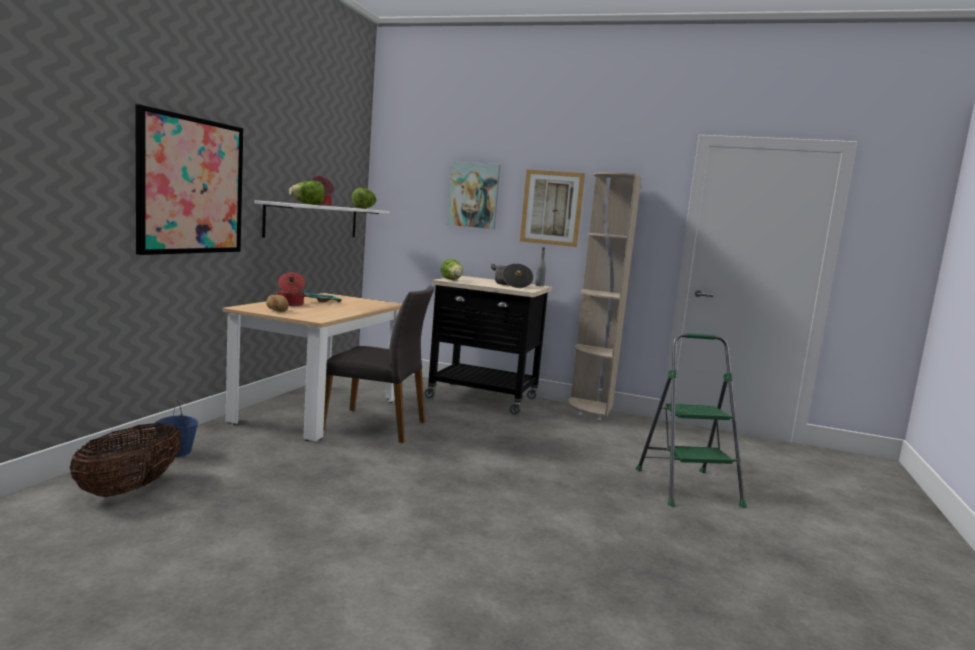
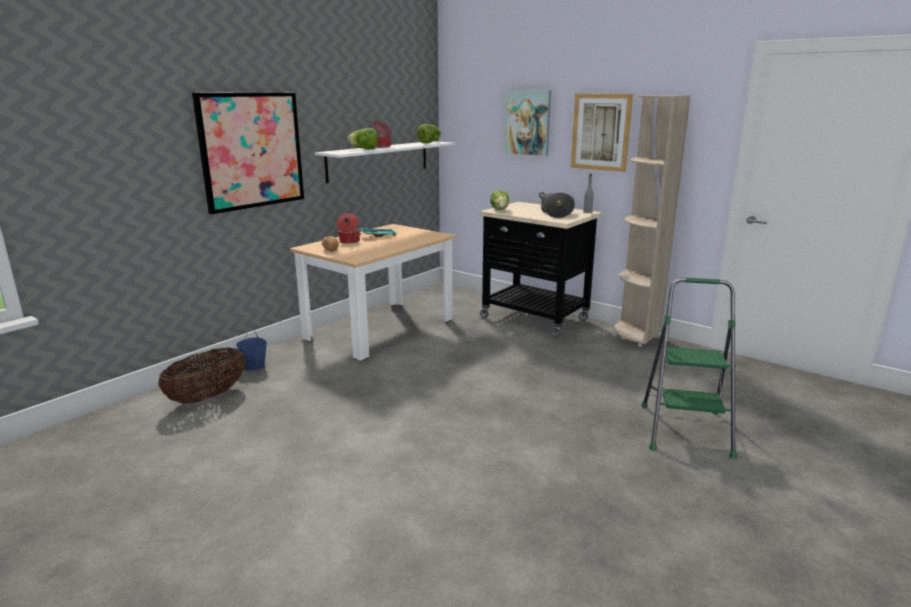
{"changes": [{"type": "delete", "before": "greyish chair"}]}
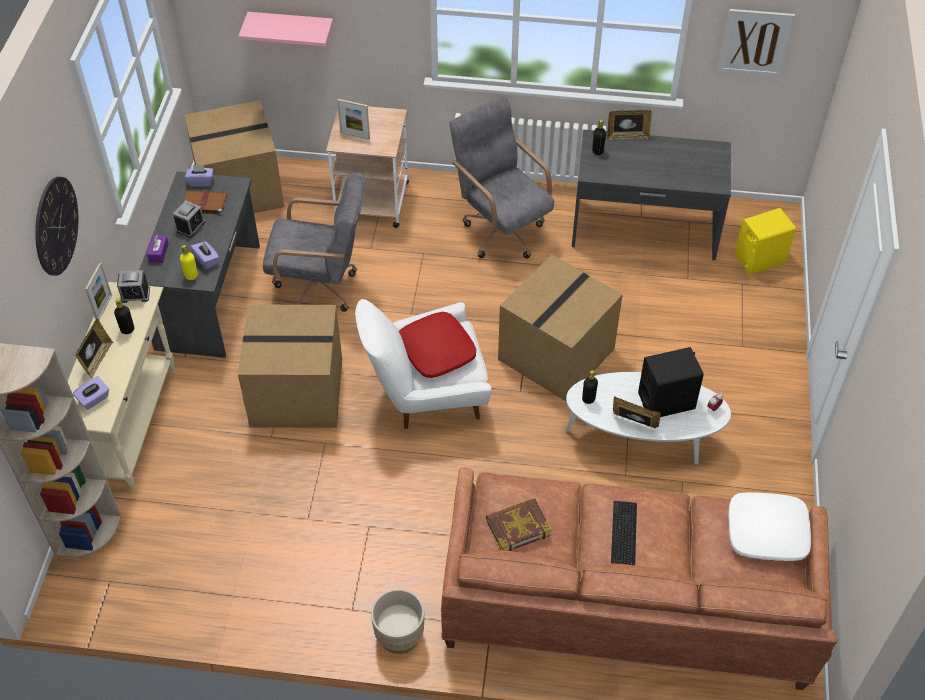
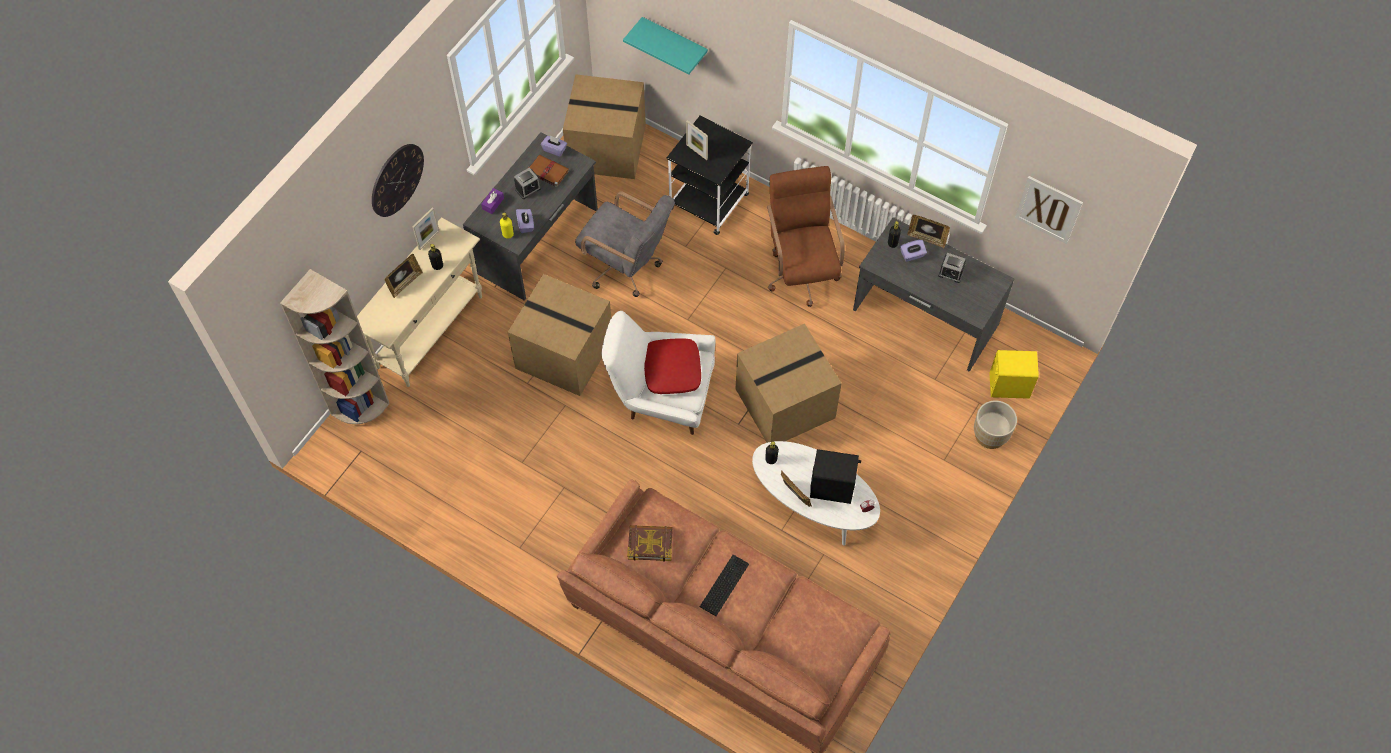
{"changes": [{"type": "recolor", "before": "pinkish wall shelf", "after": "turquoise-coloured wall shelf"}, {"type": "recolor", "before": "greyish office chair (2nd from left)", "after": "brown-coloured office chair"}, {"type": "recolor", "before": "beige-coloured trolley", "after": "black trolley"}, {"type": "move", "before": "table clock (1st from left in the first image)", "after": "table clock (3rd from left)"}, {"type": "move", "before": "purple tissue box (1st from left in the first image)", "after": "purple tissue box (4th from left)"}, {"type": "delete", "before": "whitish throw pillow"}, {"type": "move", "before": "beige-coloured flower pot"}]}
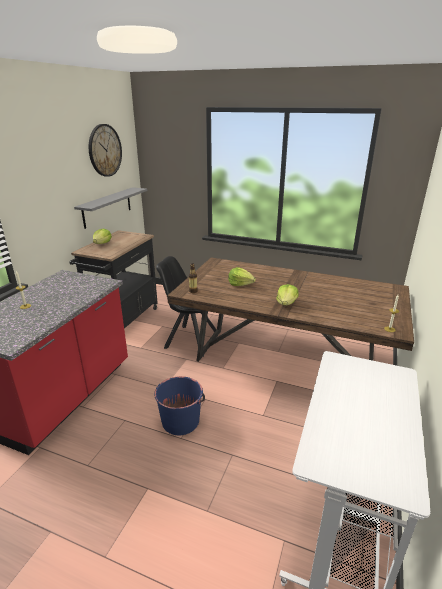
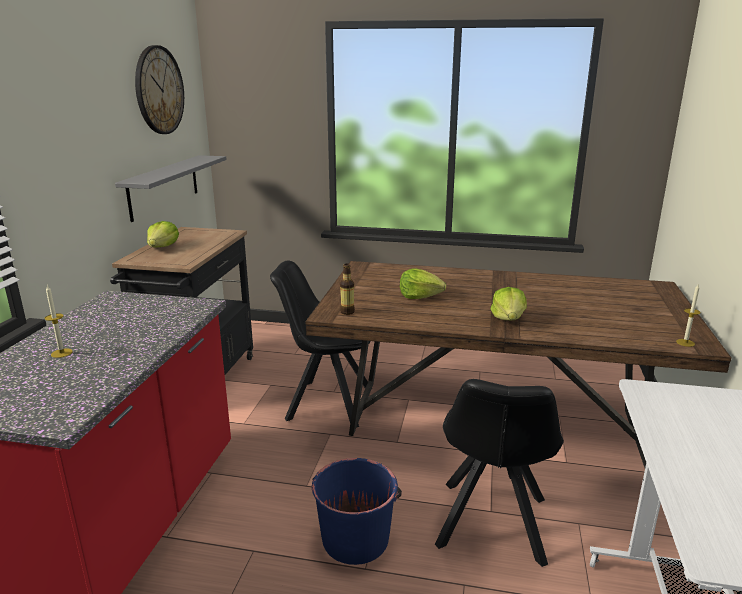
{"changes": [{"type": "insert", "after": "black chair (2nd from left)"}]}
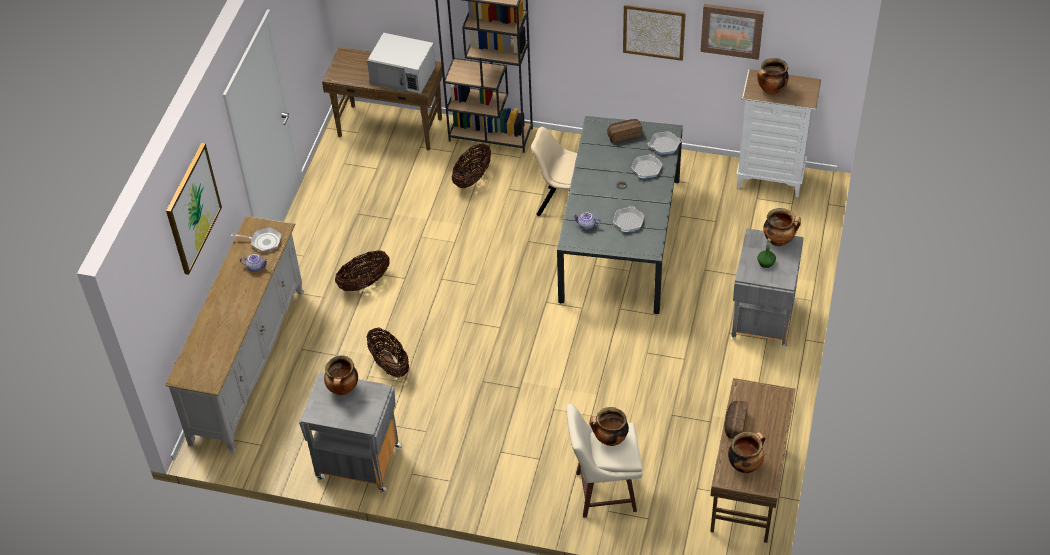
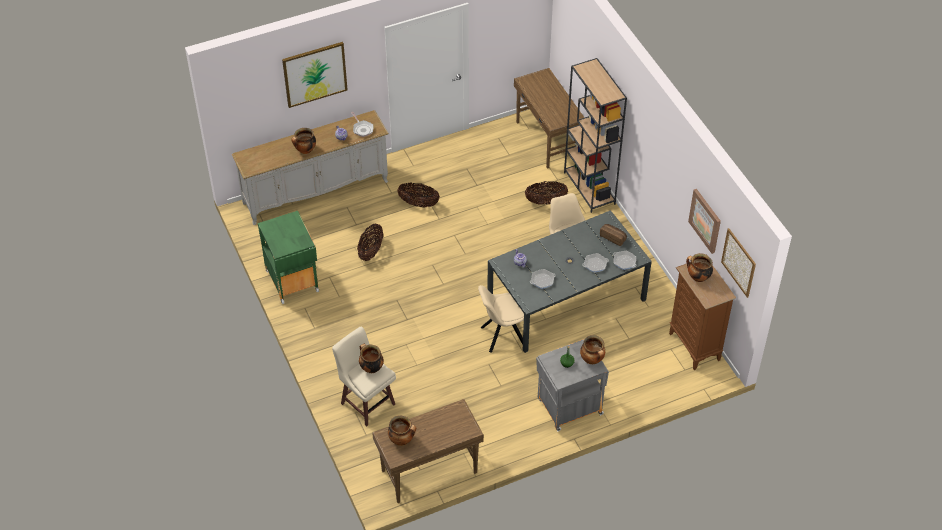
{"changes": [{"type": "move", "before": "wall art (2nd from left in the first image)", "after": "wall art (3rd from left)"}, {"type": "delete", "before": "whitish microwave oven"}, {"type": "recolor", "before": "whitish dresser", "after": "brown-coloured dresser"}, {"type": "move", "before": "cooking pot (1st from left)"}, {"type": "recolor", "before": "greyish trolley (1st from left)", "after": "greenish trolley"}, {"type": "delete", "before": "bakery bread (2nd from left)"}, {"type": "insert", "after": "beige-coloured chair (1st from left)"}]}
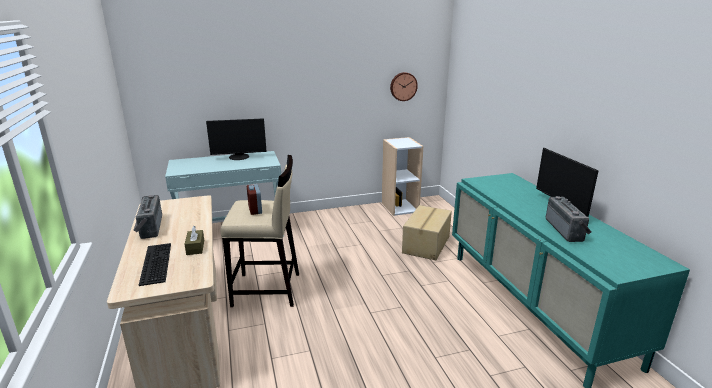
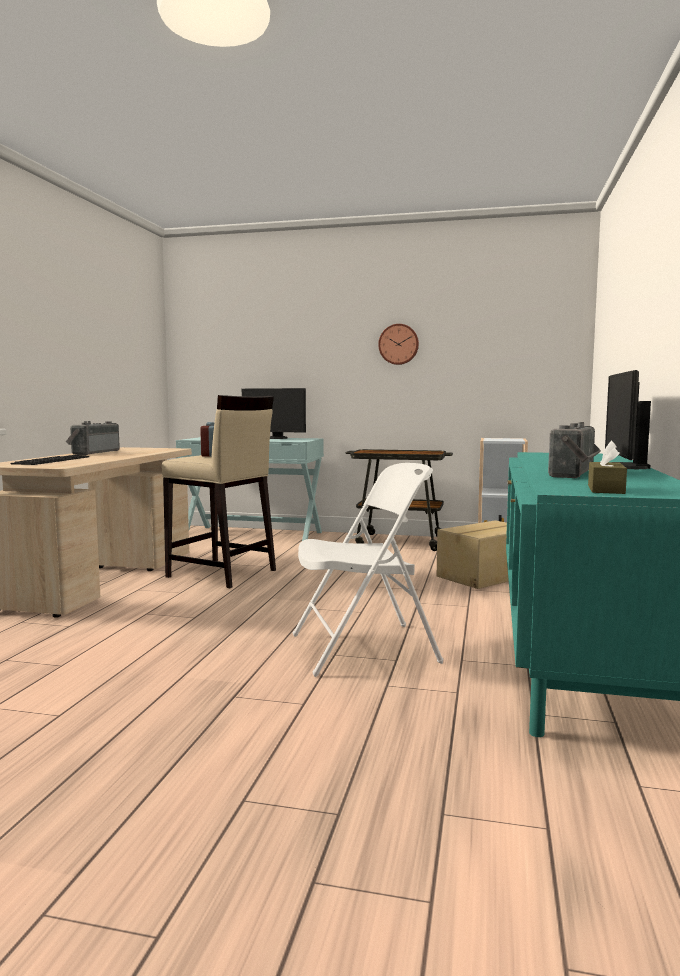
{"changes": [{"type": "move", "before": "wall clock"}, {"type": "move", "before": "brown-coloured tissue box"}, {"type": "insert", "after": "trolley"}, {"type": "insert", "after": "whitish chair"}]}
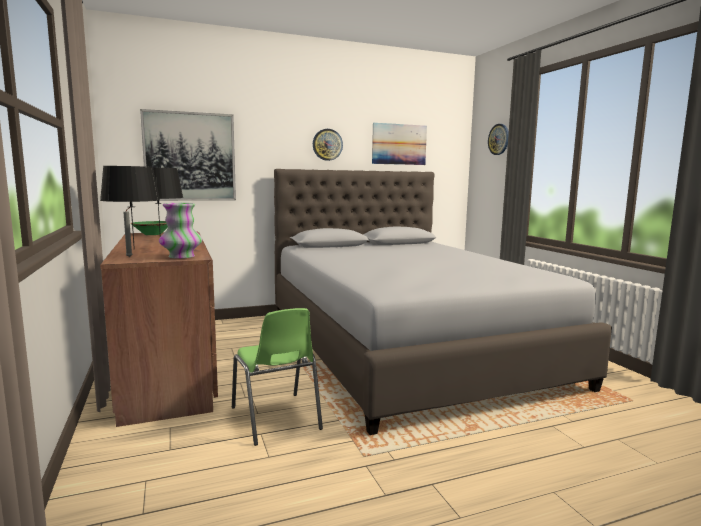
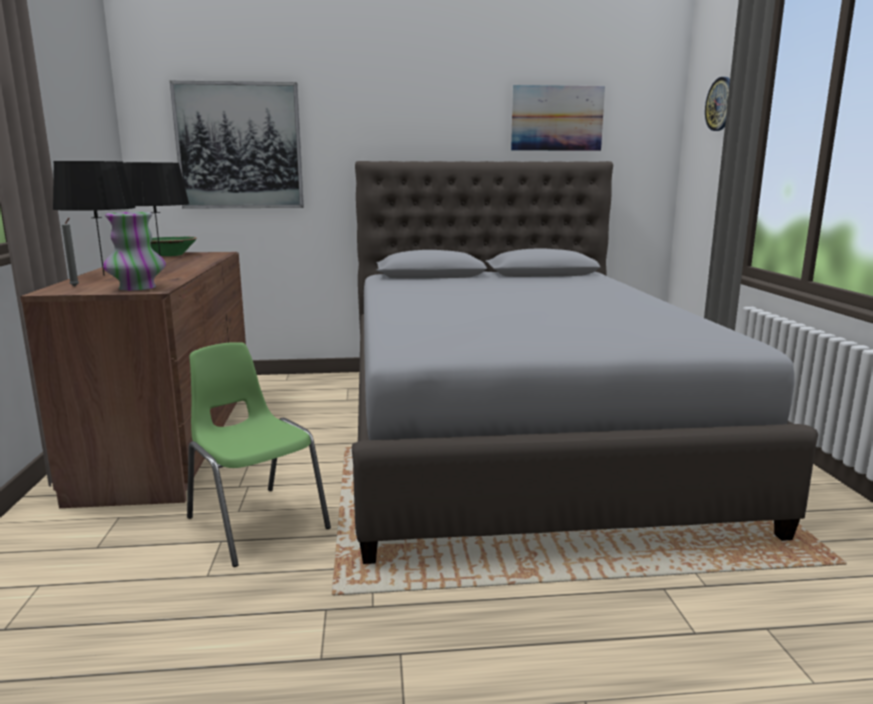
{"changes": [{"type": "delete", "before": "wall clock (1st from left)"}, {"type": "rotate", "before": "greenish chair", "turn": 150}]}
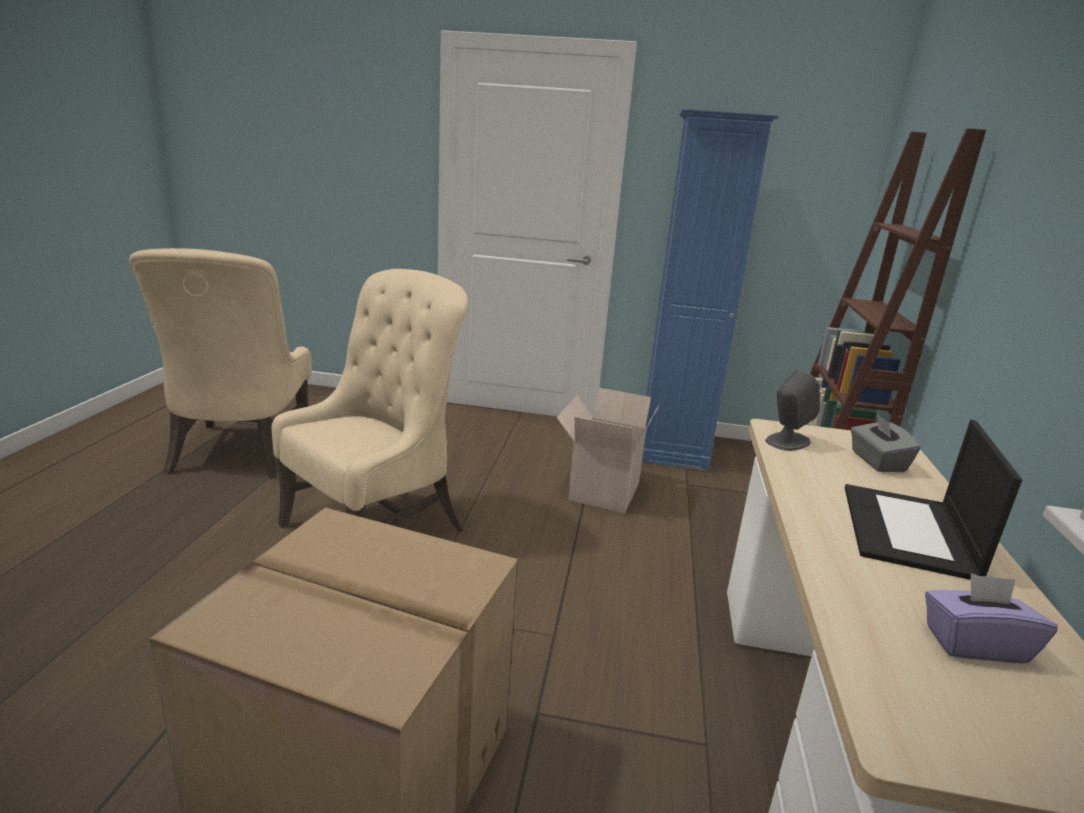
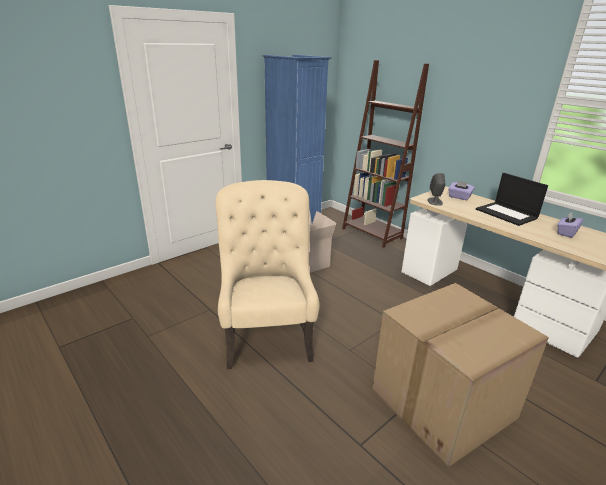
{"changes": [{"type": "delete", "before": "beige-coloured chair (1st from left)"}, {"type": "recolor", "before": "greyish tissue box", "after": "purple tissue box (1st from left)"}]}
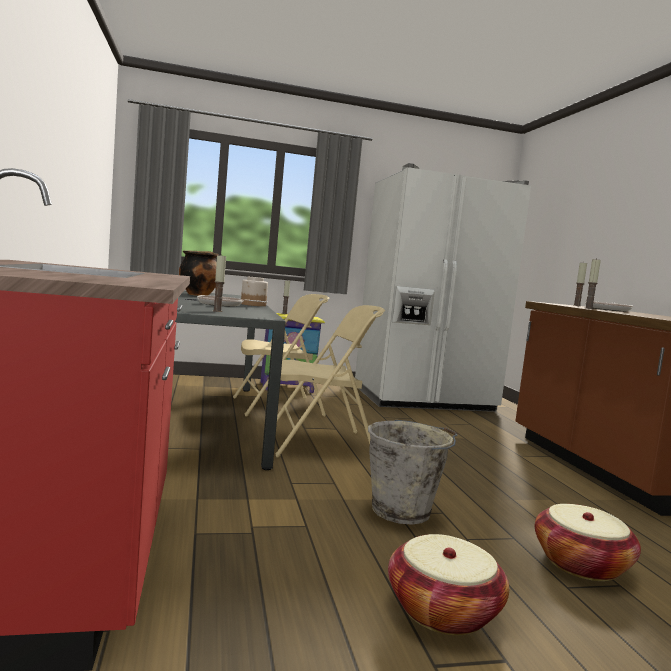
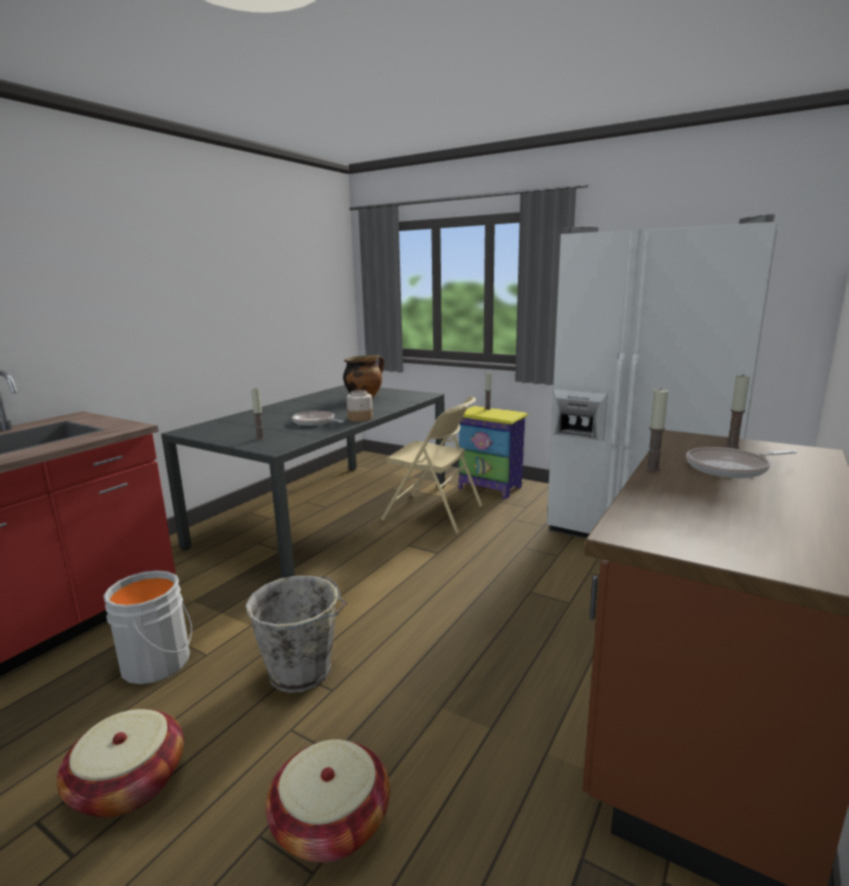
{"changes": [{"type": "delete", "before": "beige-coloured chair (2nd from left)"}, {"type": "insert", "after": "greyish bucket (1st from left)"}]}
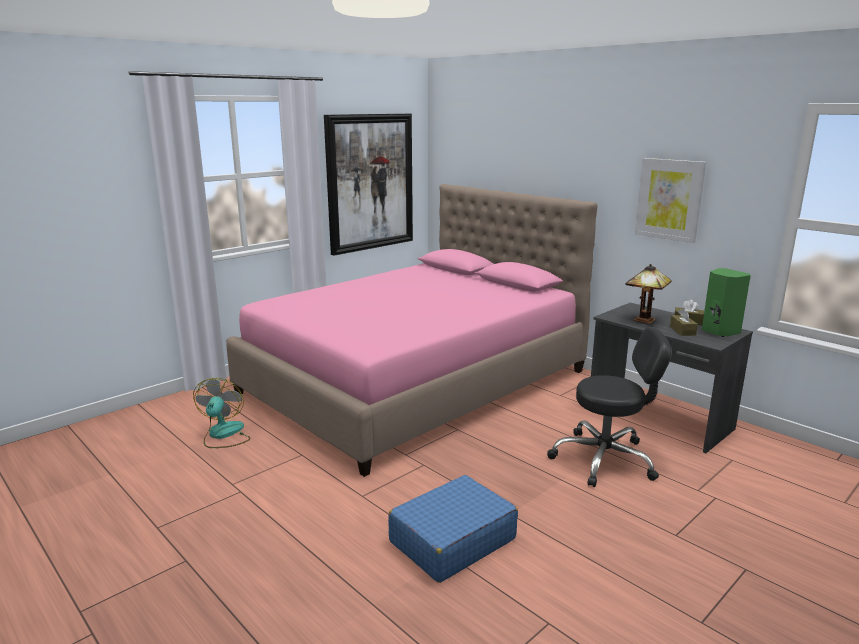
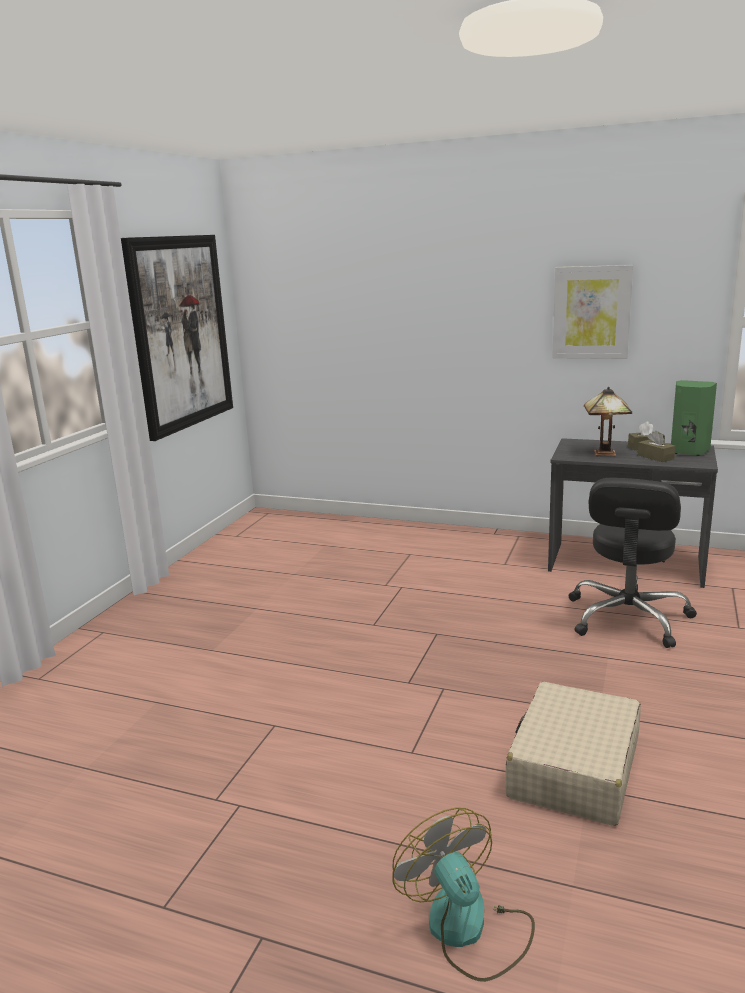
{"changes": [{"type": "delete", "before": "pinkish bedroom bed"}, {"type": "rotate", "before": "black office chair", "turn": 135}, {"type": "move", "before": "cooling fan"}, {"type": "recolor", "before": "blue suitcase", "after": "beige-coloured suitcase"}]}
